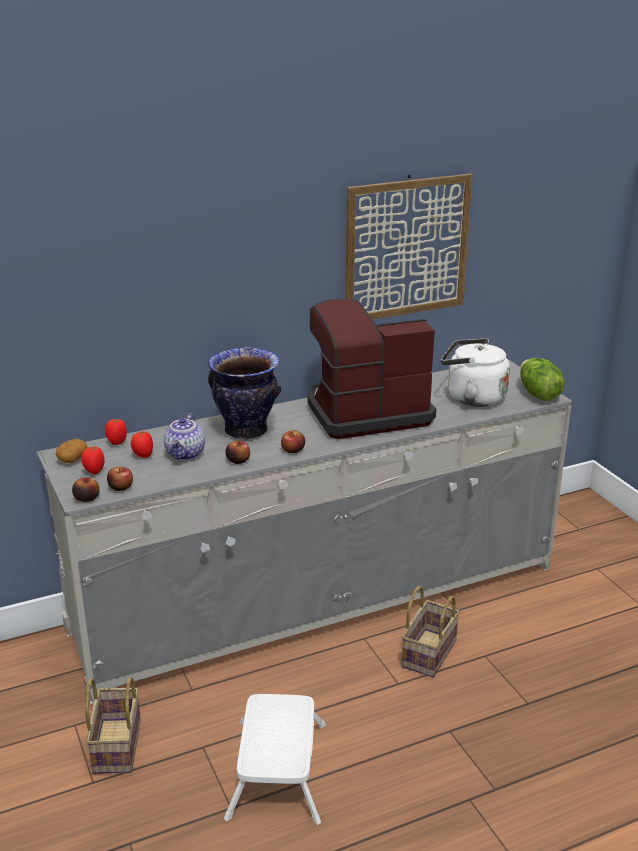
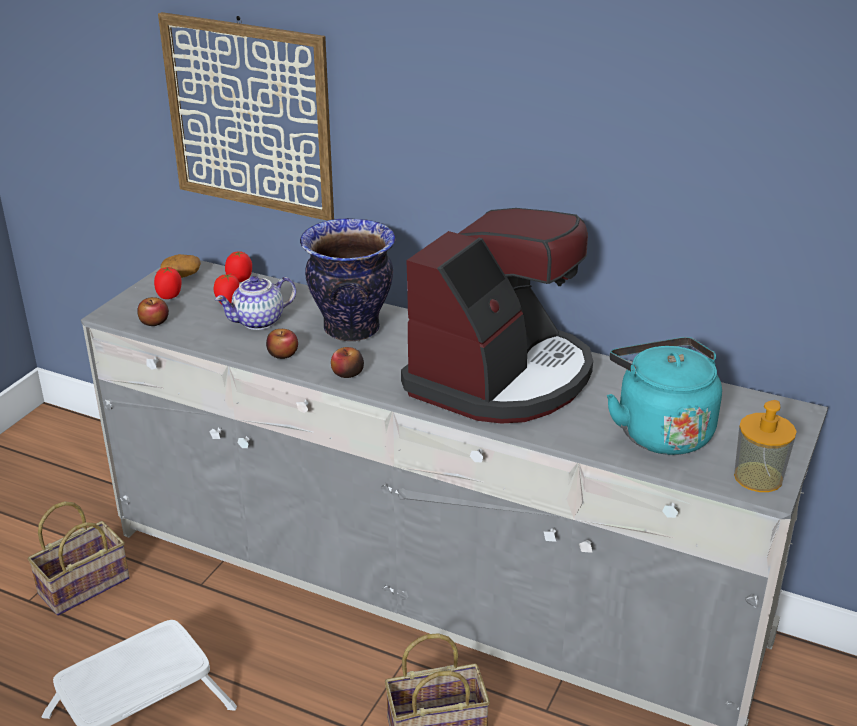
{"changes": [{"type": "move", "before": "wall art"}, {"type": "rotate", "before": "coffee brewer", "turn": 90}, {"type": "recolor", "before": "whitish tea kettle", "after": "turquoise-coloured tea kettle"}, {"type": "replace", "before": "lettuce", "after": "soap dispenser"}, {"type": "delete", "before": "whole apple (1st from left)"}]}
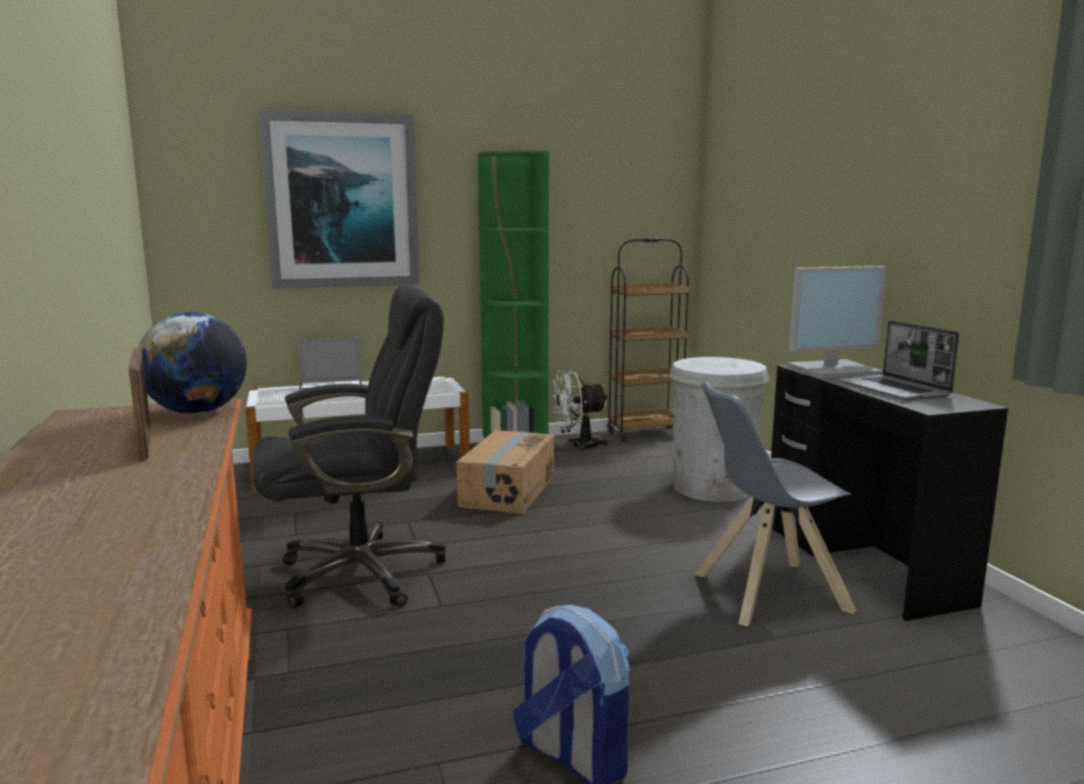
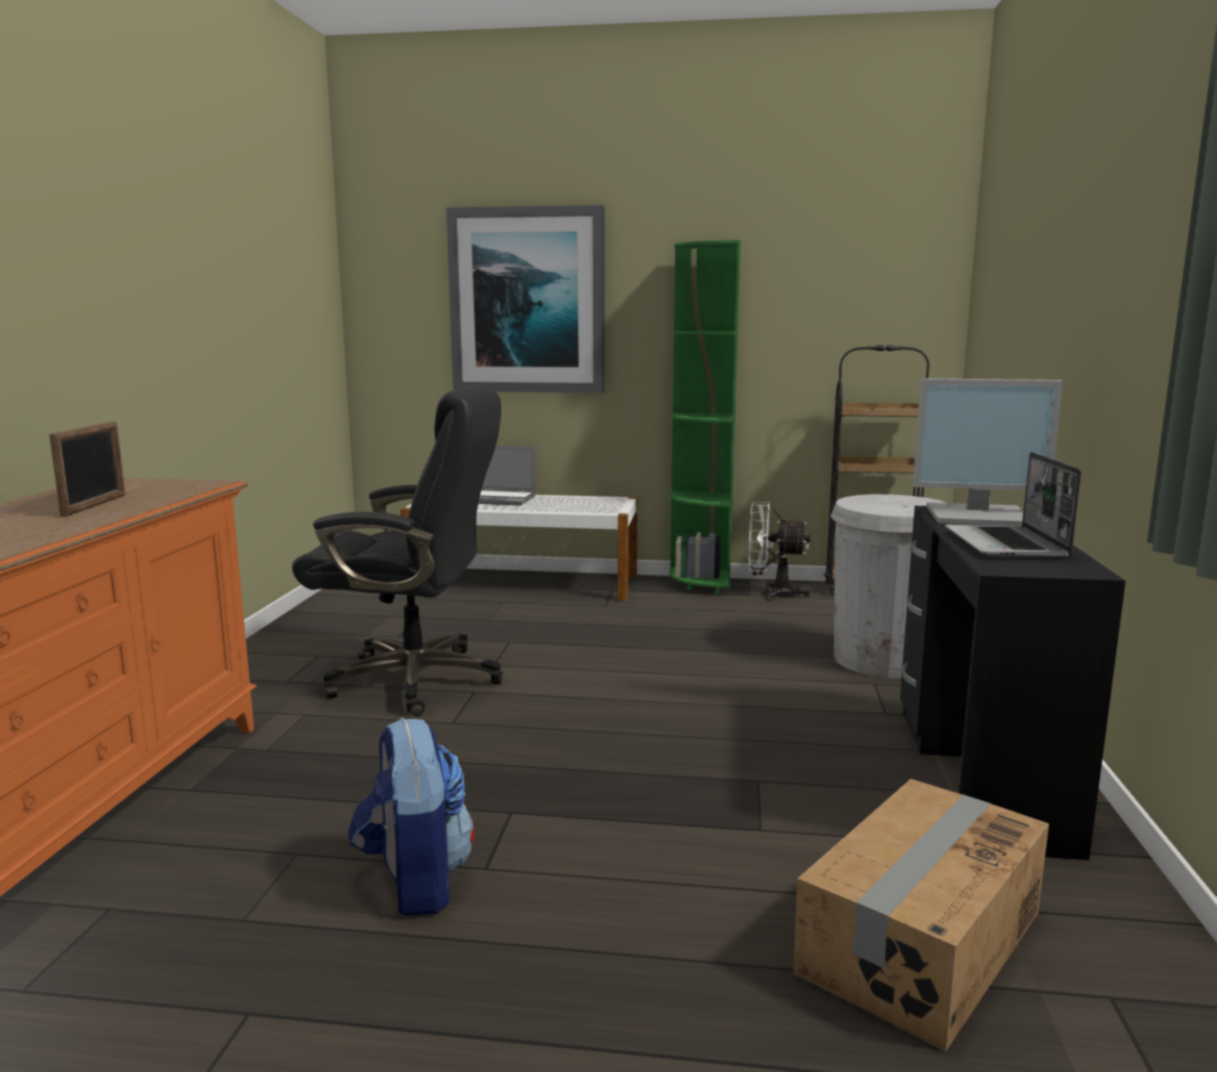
{"changes": [{"type": "delete", "before": "world globe"}, {"type": "delete", "before": "greyish chair"}, {"type": "move", "before": "packing box"}]}
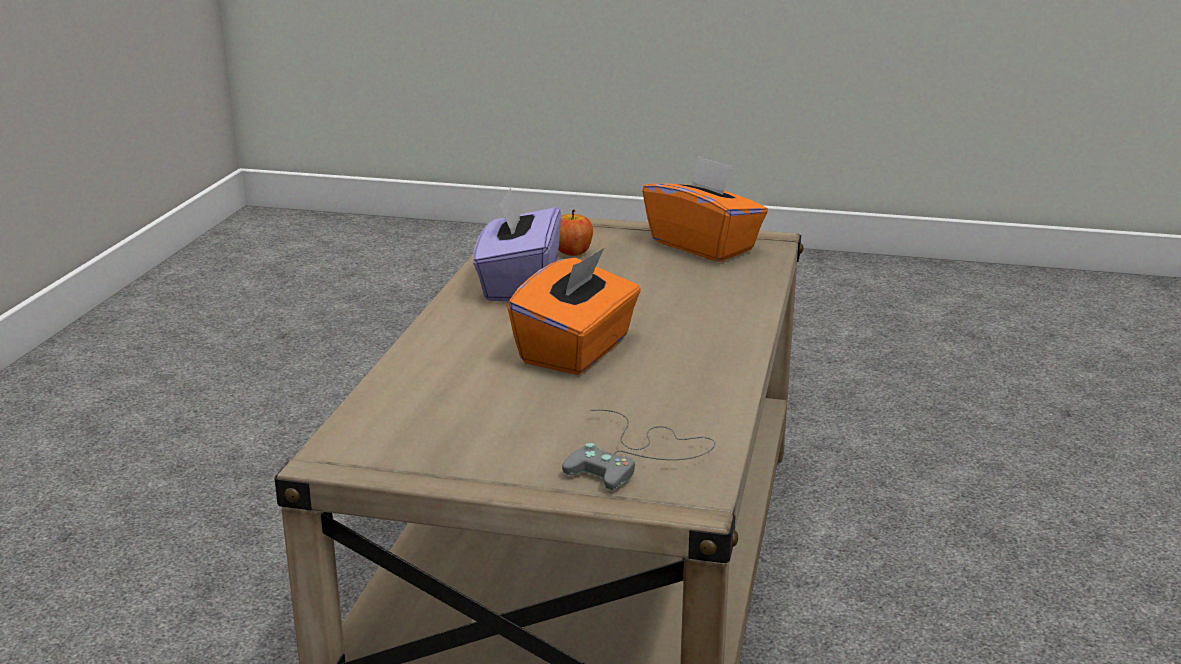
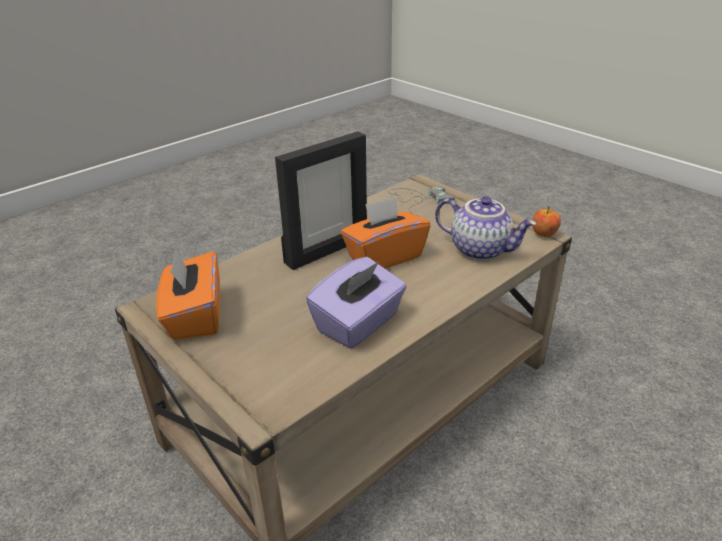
{"changes": [{"type": "move", "before": "whole apple"}, {"type": "insert", "after": "photo frame"}, {"type": "insert", "after": "teapot"}]}
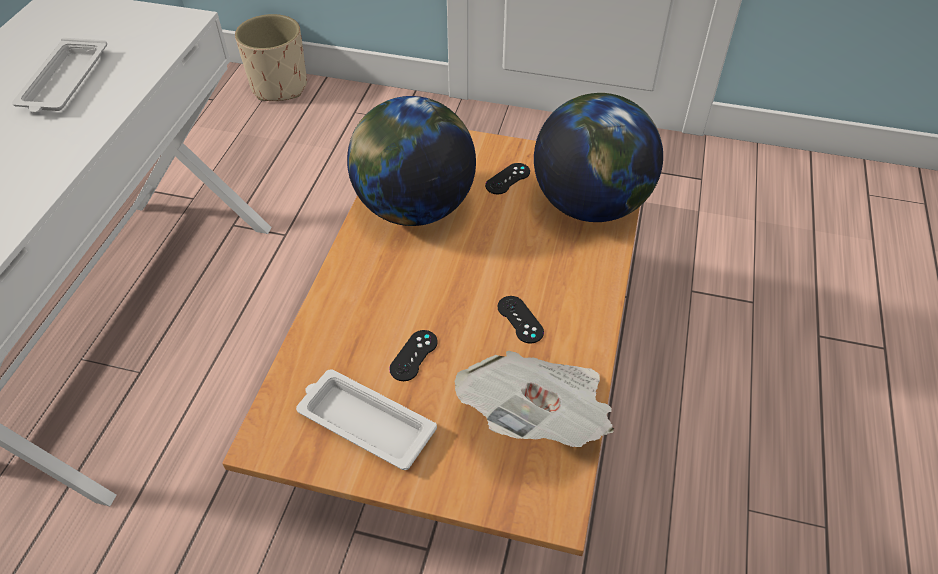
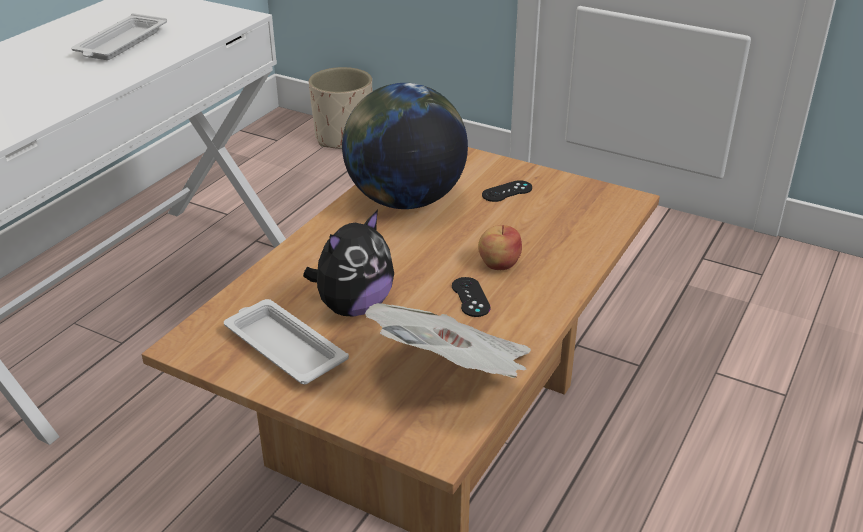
{"changes": [{"type": "delete", "before": "world globe (2nd from left)"}, {"type": "replace", "before": "black game controller (1st from left)", "after": "plush toy"}, {"type": "insert", "after": "whole apple"}]}
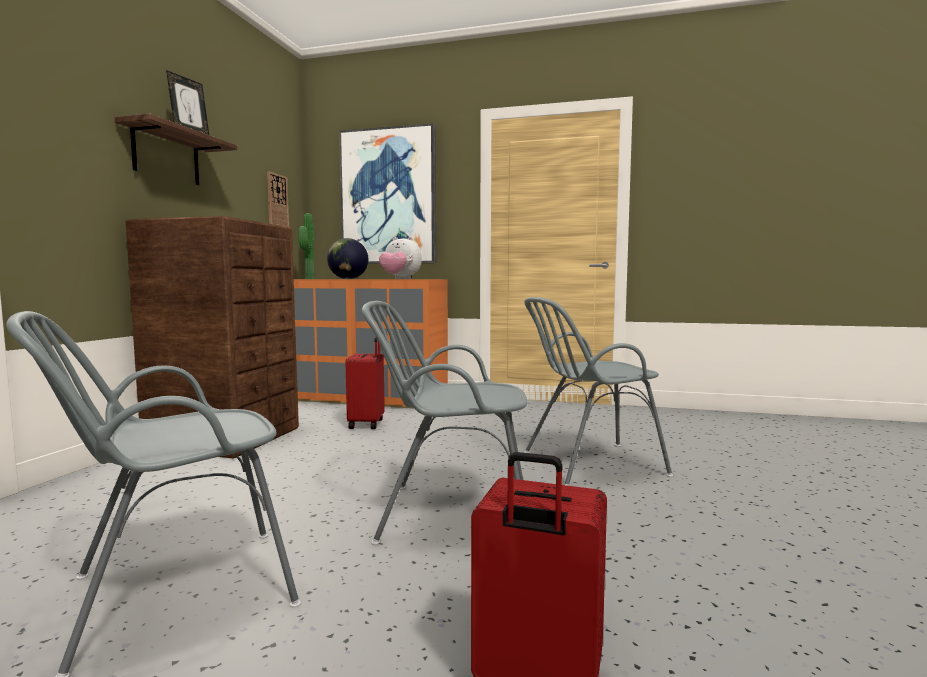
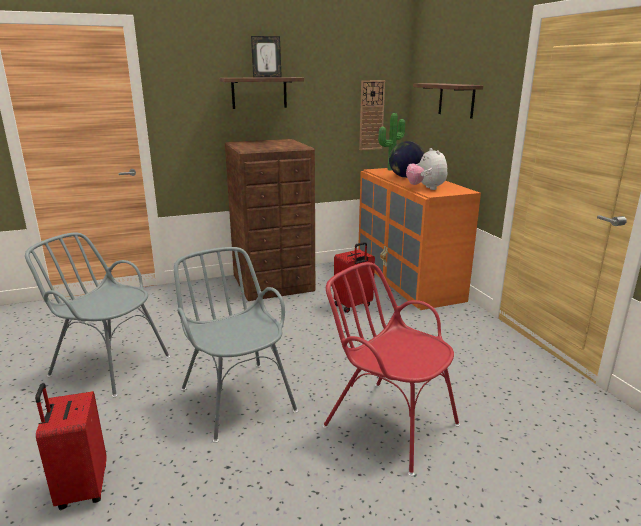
{"changes": [{"type": "replace", "before": "wall art", "after": "wall shelf (2nd from left)"}, {"type": "recolor", "before": "greyish chair (3rd from left)", "after": "reddish chair"}]}
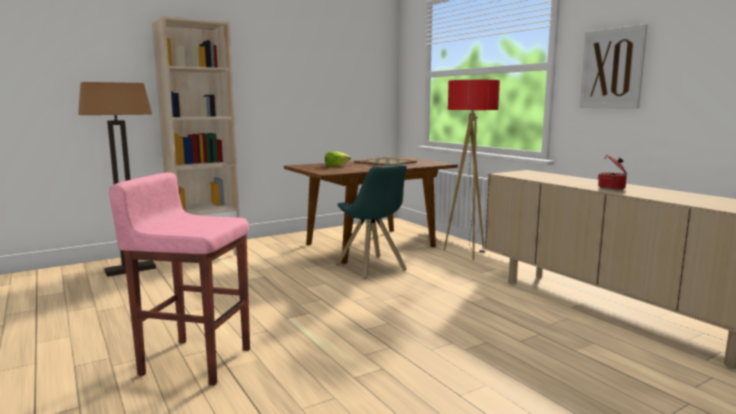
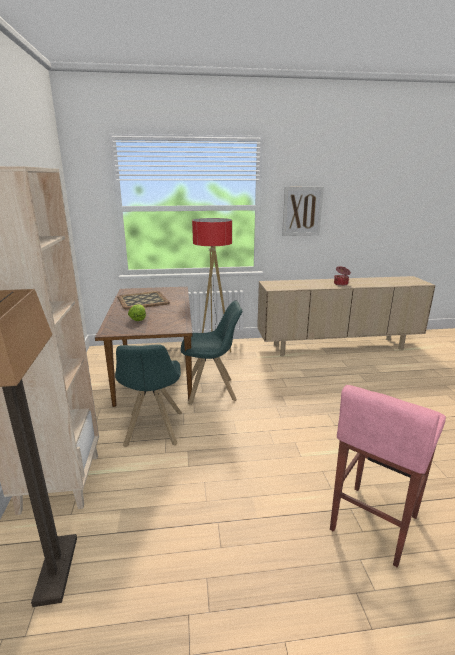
{"changes": [{"type": "insert", "after": "turquoise-coloured chair (1st from left)"}]}
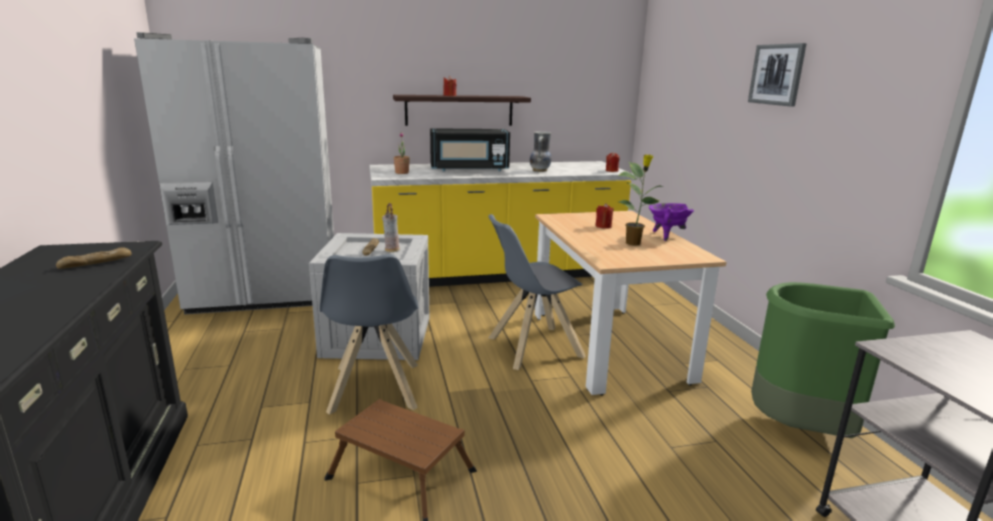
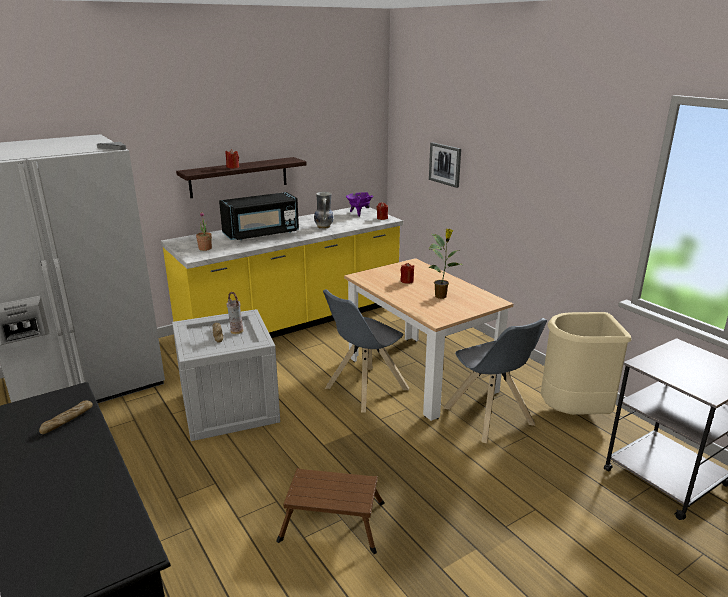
{"changes": [{"type": "move", "before": "wall art"}, {"type": "move", "before": "purple cooking pot"}, {"type": "move", "before": "greyish chair (1st from left in the first image)", "after": "greyish chair (2nd from left)"}, {"type": "recolor", "before": "greenish rubbish bin", "after": "beige-coloured rubbish bin"}]}
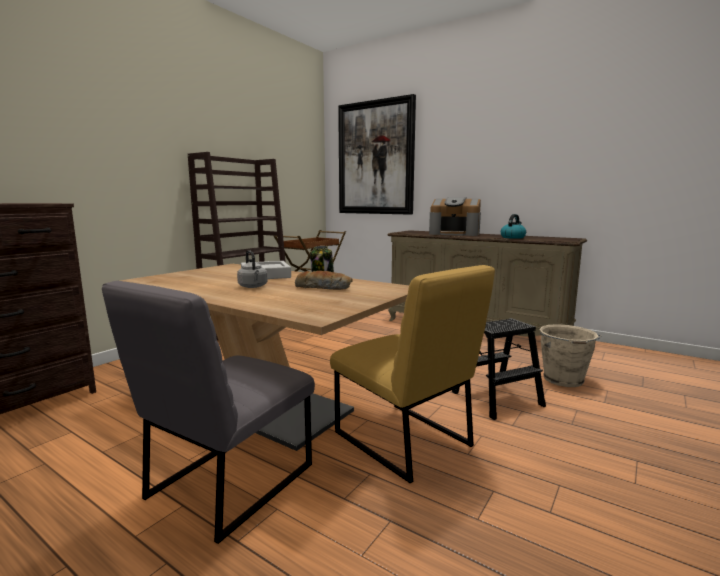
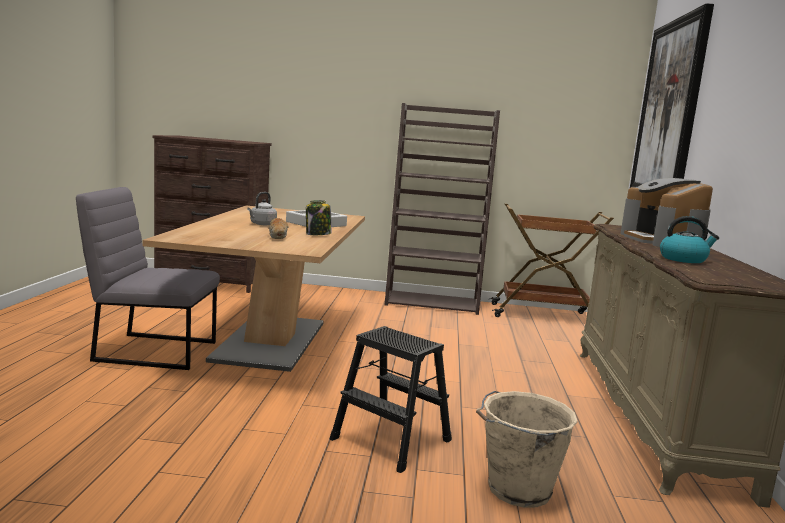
{"changes": [{"type": "delete", "before": "yellow chair"}]}
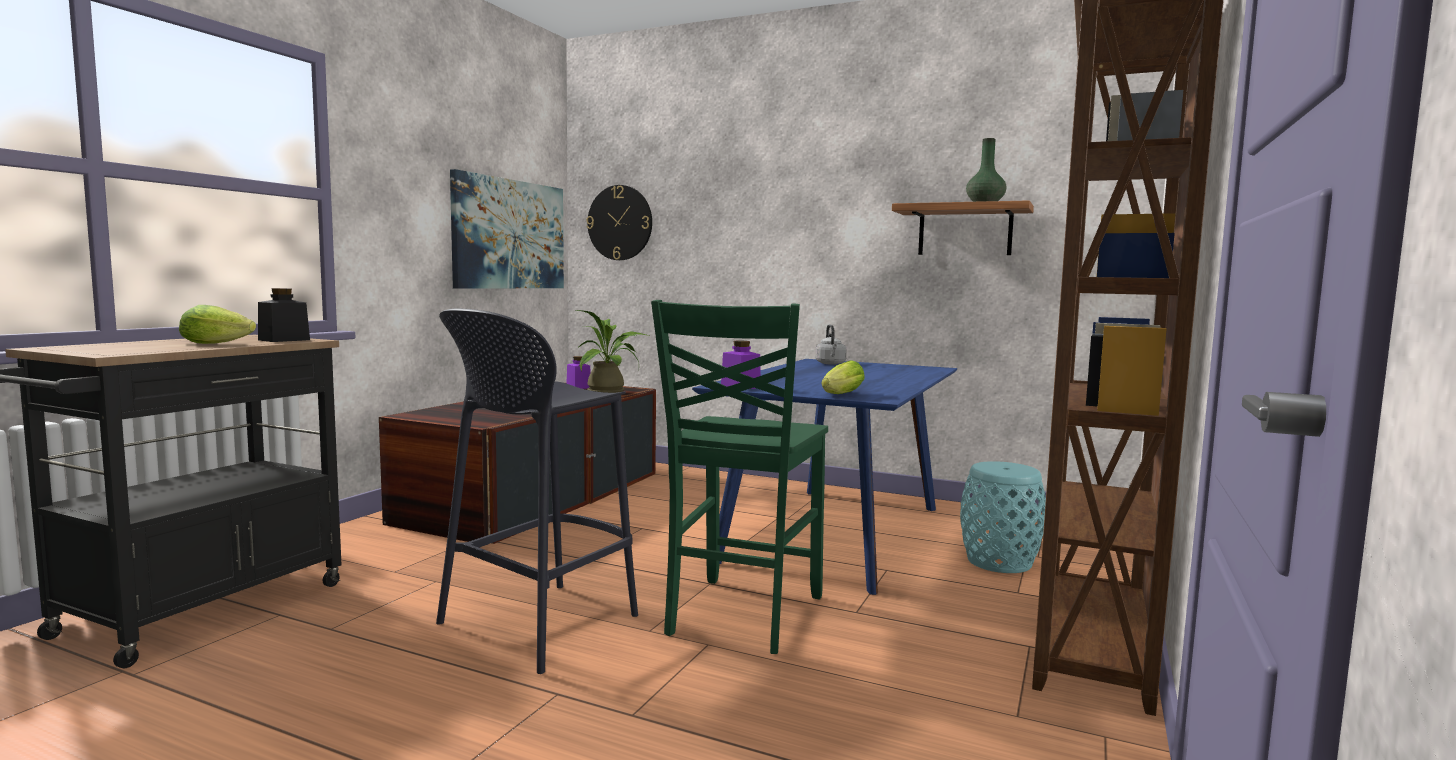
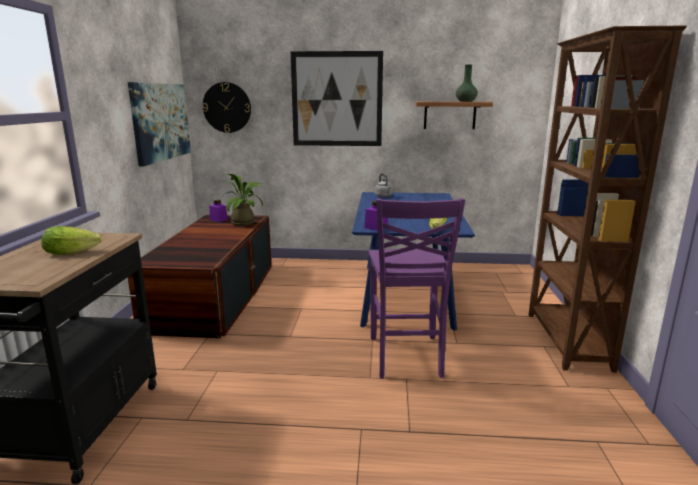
{"changes": [{"type": "delete", "before": "black jar"}, {"type": "recolor", "before": "greenish chair", "after": "purple chair"}, {"type": "delete", "before": "greyish stool seat"}, {"type": "delete", "before": "turquoise-coloured stool seat"}, {"type": "insert", "after": "wall art (2nd from left)"}]}
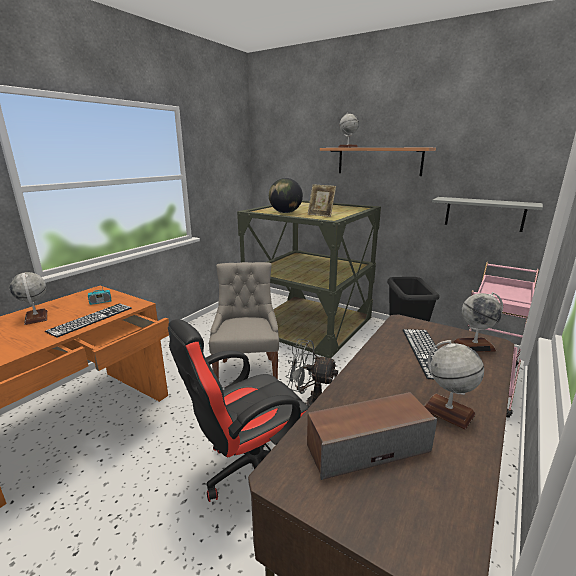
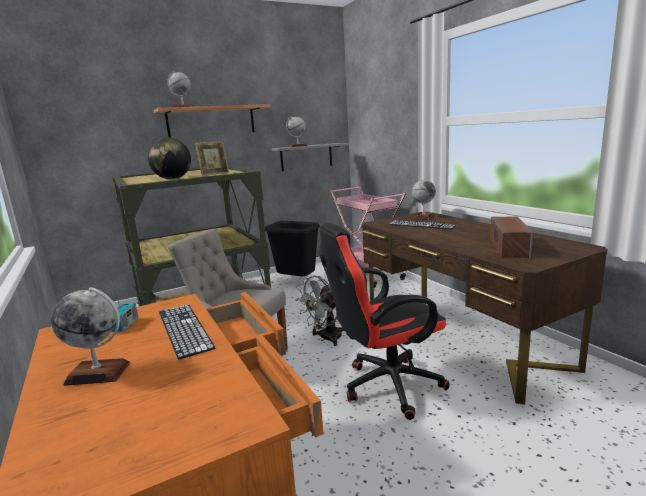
{"changes": [{"type": "rotate", "before": "black office chair", "turn": 75}, {"type": "move", "before": "world globe (4th from left)"}]}
